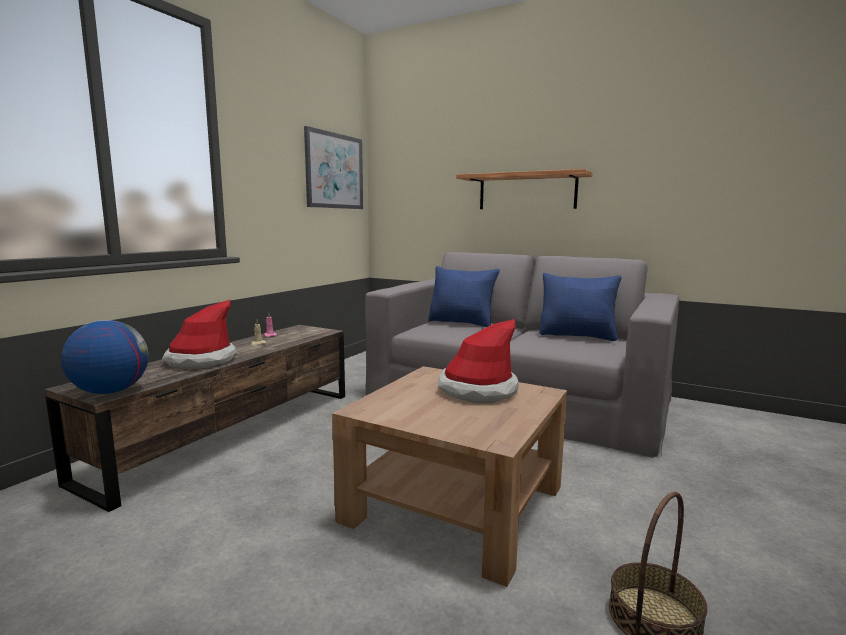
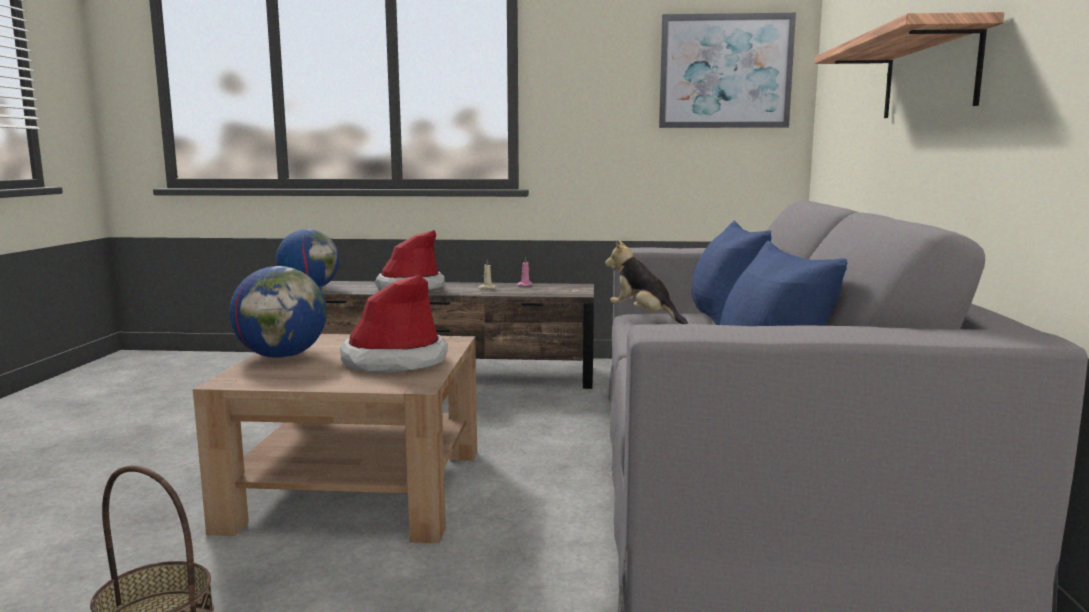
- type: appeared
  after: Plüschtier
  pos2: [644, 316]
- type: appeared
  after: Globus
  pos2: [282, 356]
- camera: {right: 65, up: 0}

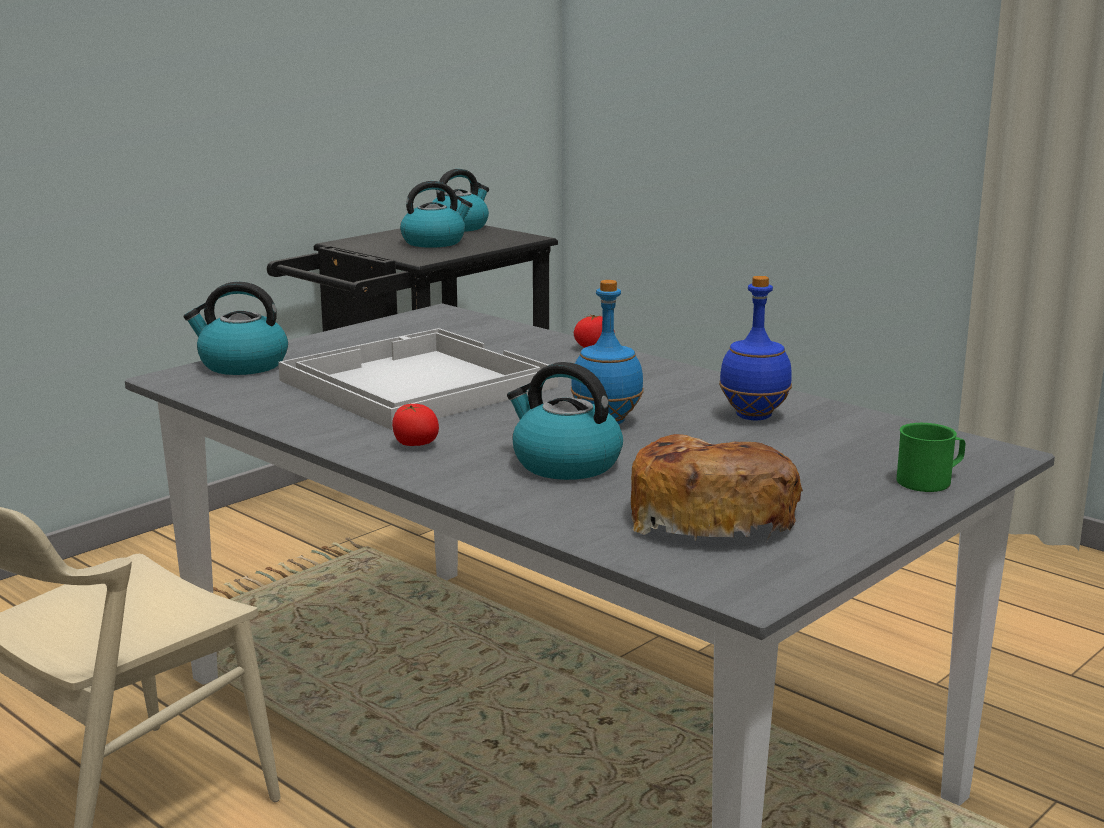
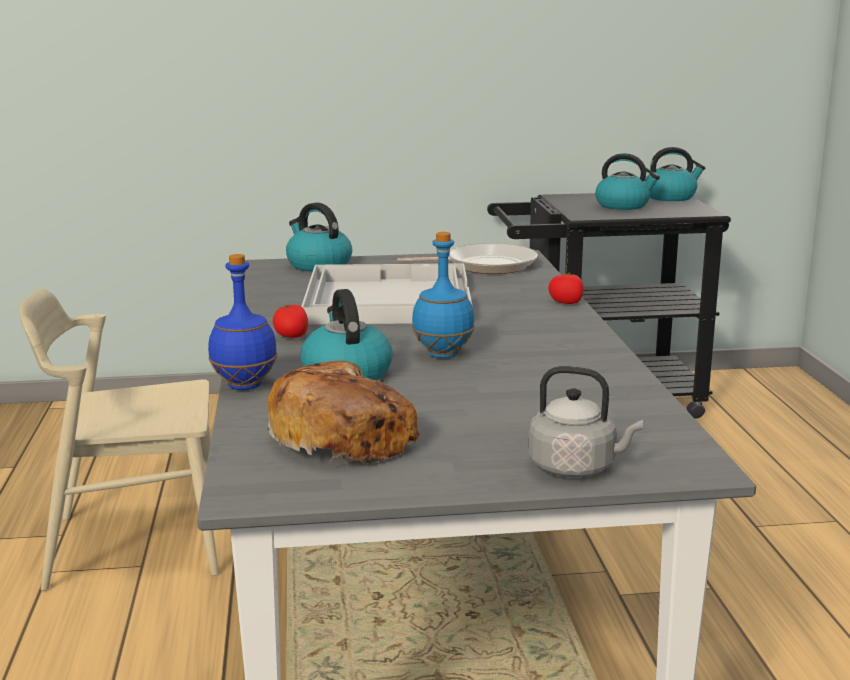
- type: relocated
  before: Flasche/blau
  pos1: [753, 416]
  pos2: [245, 385]
- type: exchanged
  before: Henkelbecher/grün
  after: Wasserkessel/grau
  pos1: [930, 481]
  pos2: [576, 467]
- type: appeared
  after: Pfanne
  pos2: [485, 265]
- camera: {right: 40, up: 0}

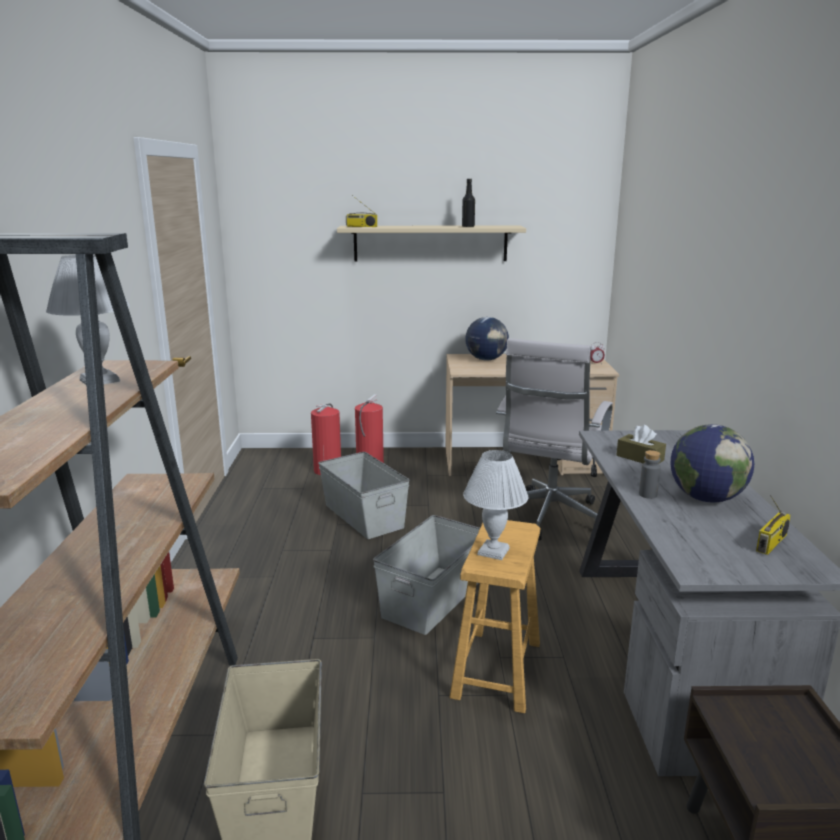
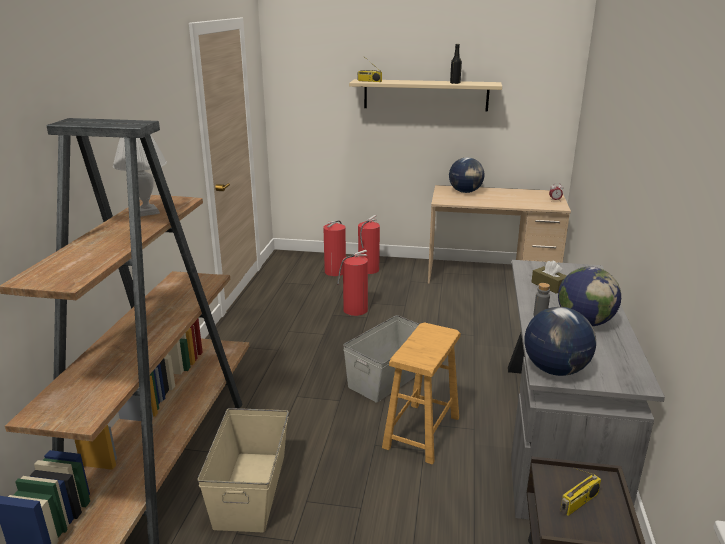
- type: missing
  before: Bürostuhl/weiß
  pos1: [548, 518]
- type: missing
  before: Tischlampe/weiß
  pos1: [494, 551]
- type: exchanged
  before: Aufbewahrungsbox/grau
  after: Feuerlöscher
  pos1: [364, 515]
  pos2: [354, 310]
- type: relocated
  before: Radio
  pos1: [772, 543]
  pos2: [579, 503]
- type: appeared
  after: Globus
  pos2: [555, 370]
- camera: {right: 10, up: 5}

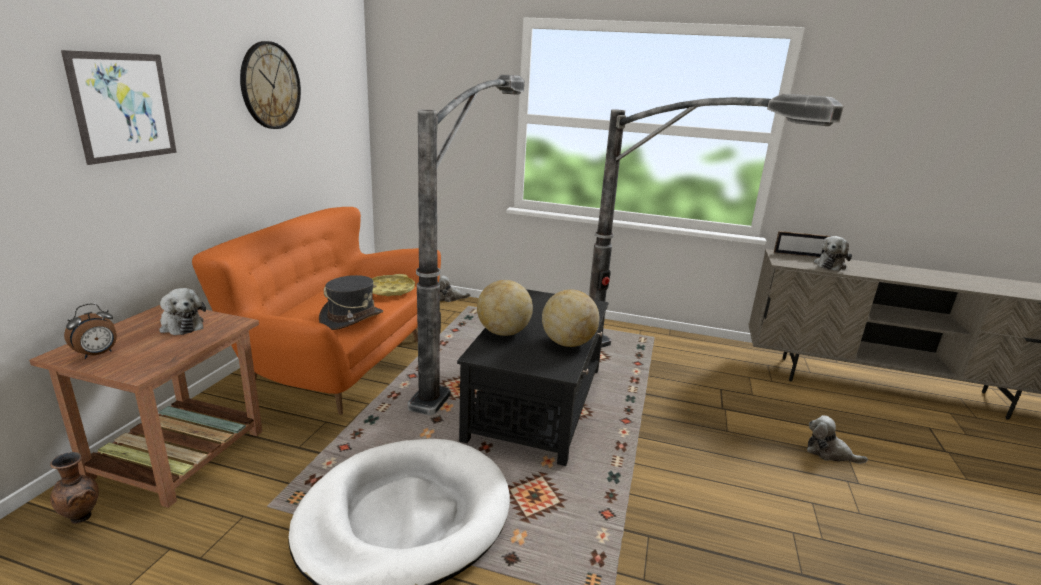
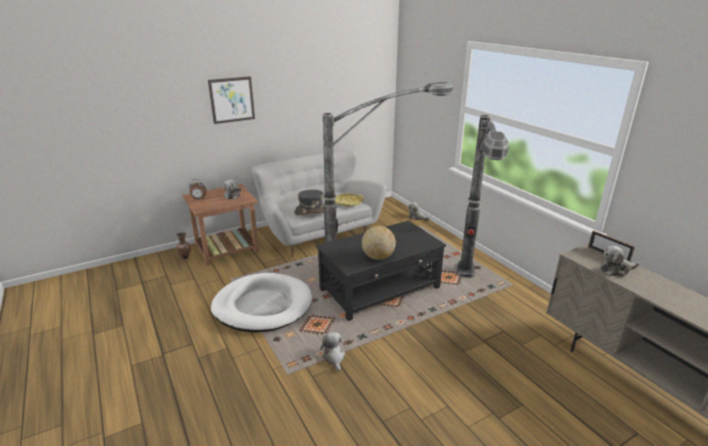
- type: missing
  before: Wanduhr
  pos1: [270, 86]
- type: colour
  before: Sofa/orange
  after: Sofa/weiß
  pos1: [336, 363]
  pos2: [318, 233]
- type: missing
  before: Globus
  pos1: [503, 332]
- type: relocated
  before: Plüschtier
  pos1: [829, 453]
  pos2: [334, 357]
- camera: {right: 45, up: 5}

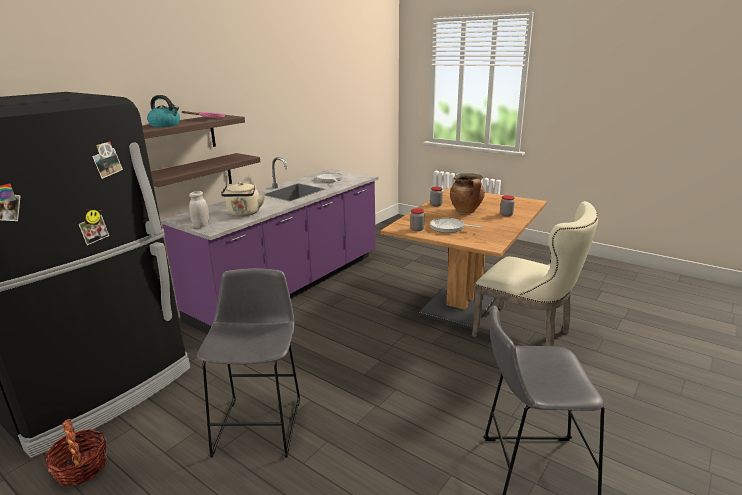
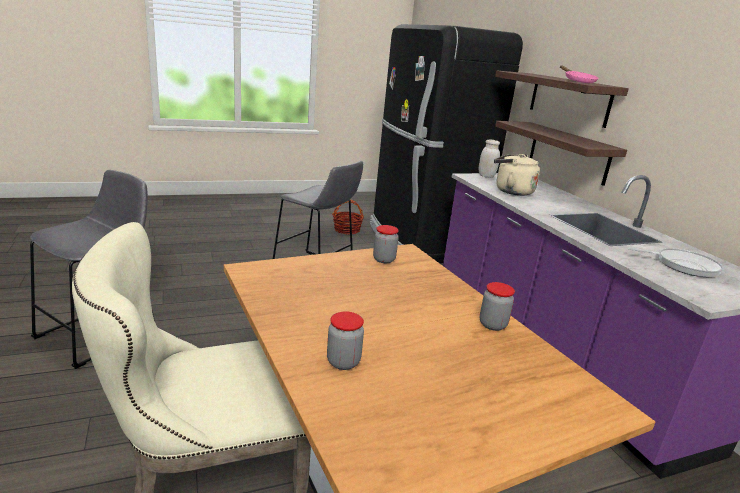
- type: missing
  before: Wasserkessel
  pos1: [165, 125]
- type: missing
  before: Kochtopf
  pos1: [466, 211]
- type: missing
  before: Pfanne
  pos1: [449, 228]
- camera: {right: 120, up: 0}

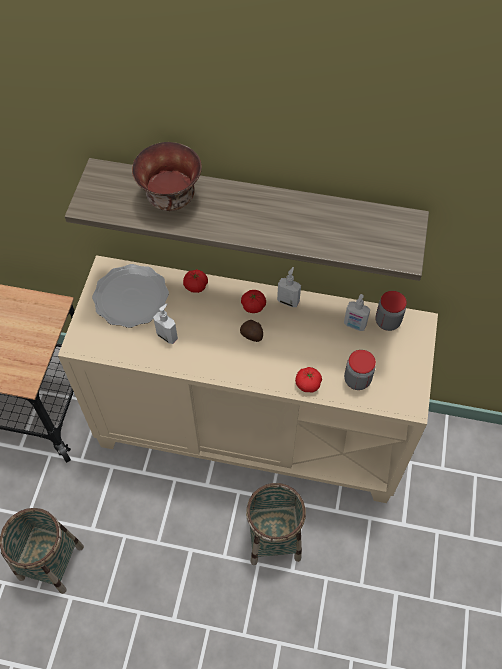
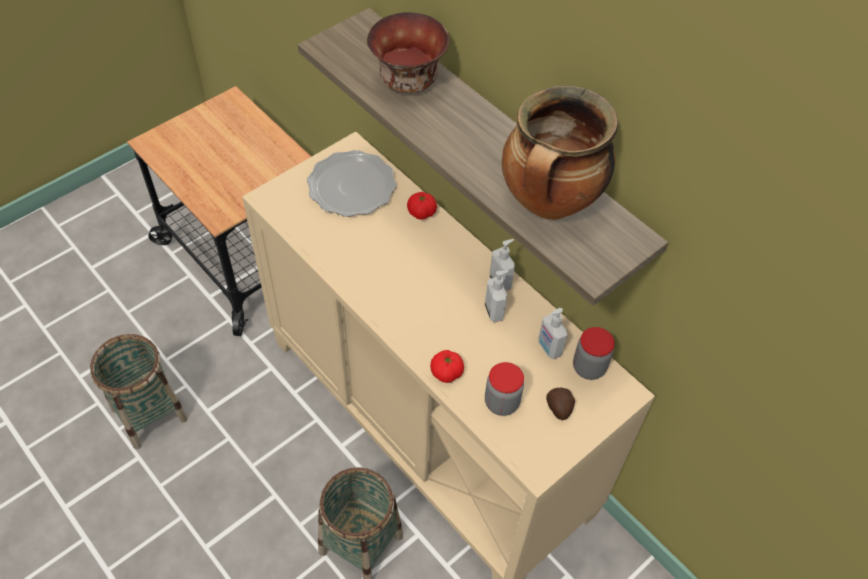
- type: missing
  before: Tomate
  pos1: [253, 306]
- type: relocated
  before: Seifenspender
  pos1: [167, 336]
  pos2: [494, 311]
- type: relocated
  before: Kartoffel
  pos1: [252, 335]
  pos2: [559, 409]
- type: appeared
  after: Kochtopf
  pos2: [549, 203]
- camera: {right: 35, up: -5}

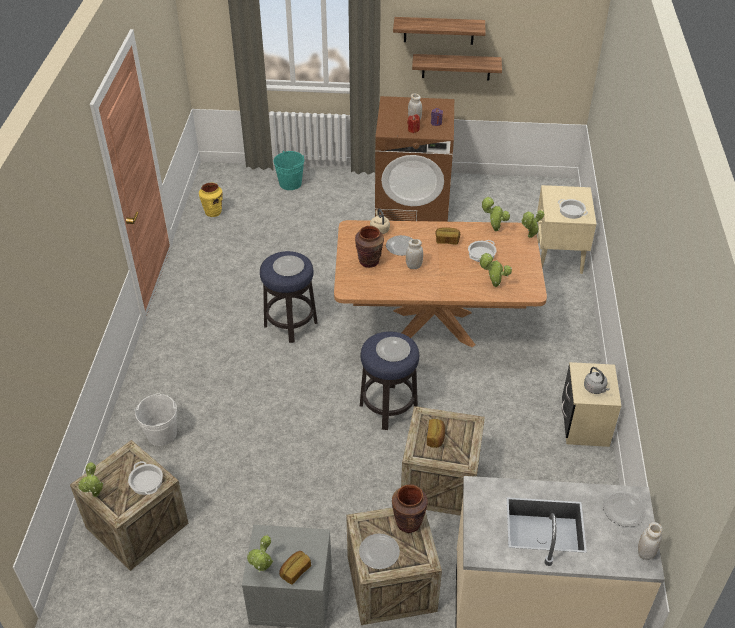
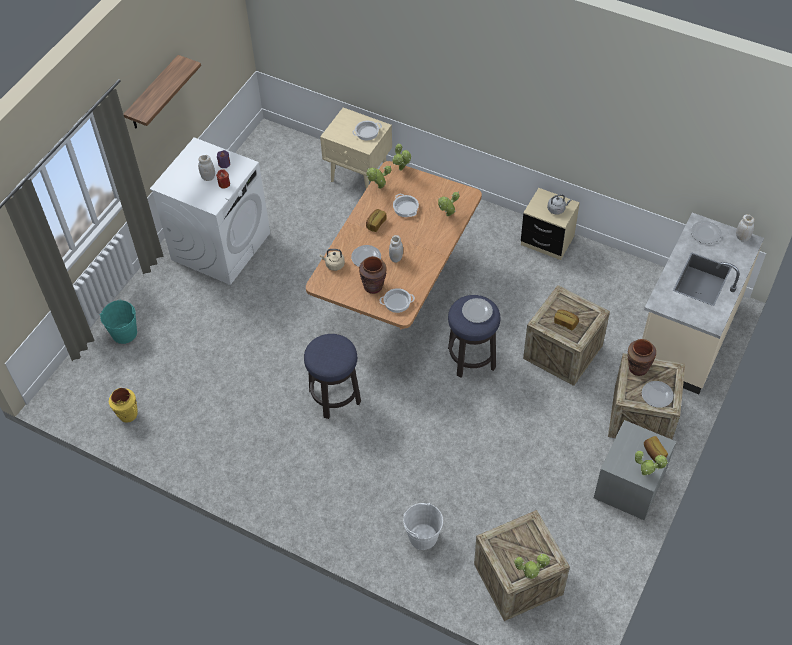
- type: missing
  before: Wandregal
  pos1: [456, 67]
- type: colour
  before: Waschmaschine/braun
  after: Waschmaschine/weiß
  pos1: [413, 202]
  pos2: [221, 246]
- type: missing
  before: Teller
  pos1: [288, 267]
- type: relocated
  before: Kochtopf
  pos1: [147, 482]
  pos2: [397, 302]
- camera: {right: -65, up: 10}

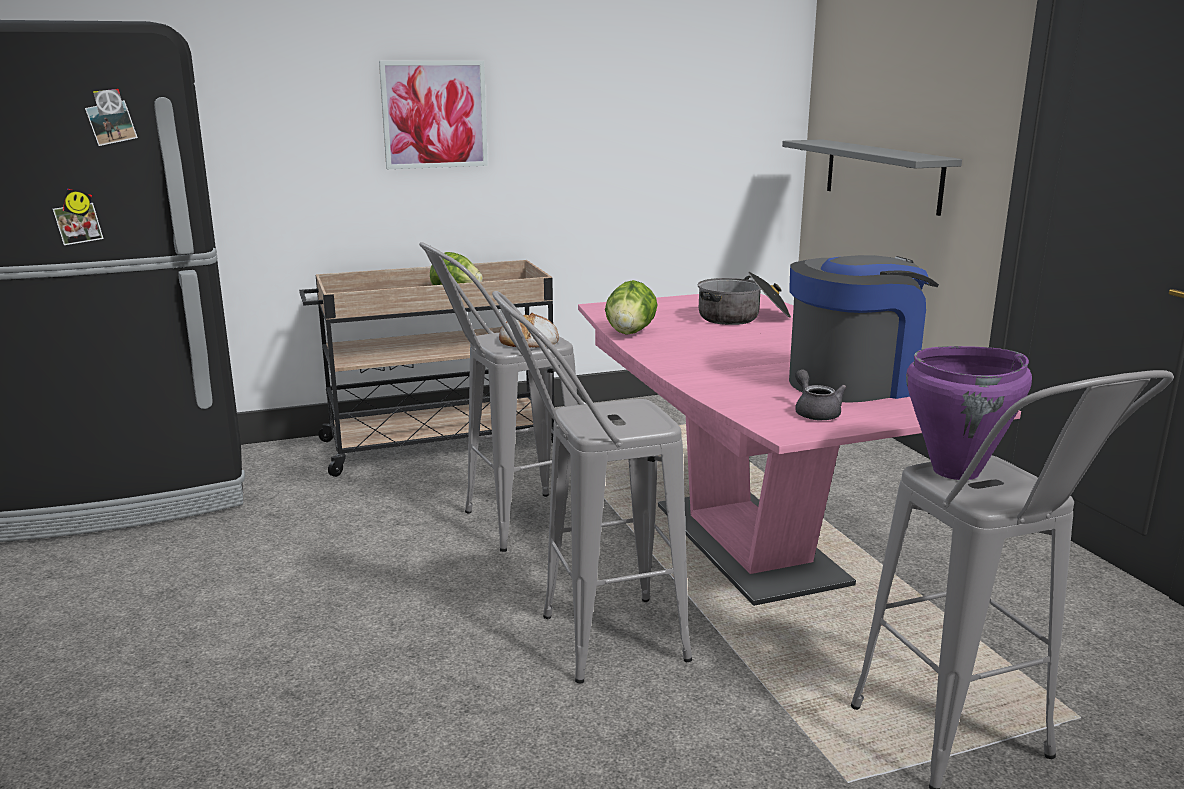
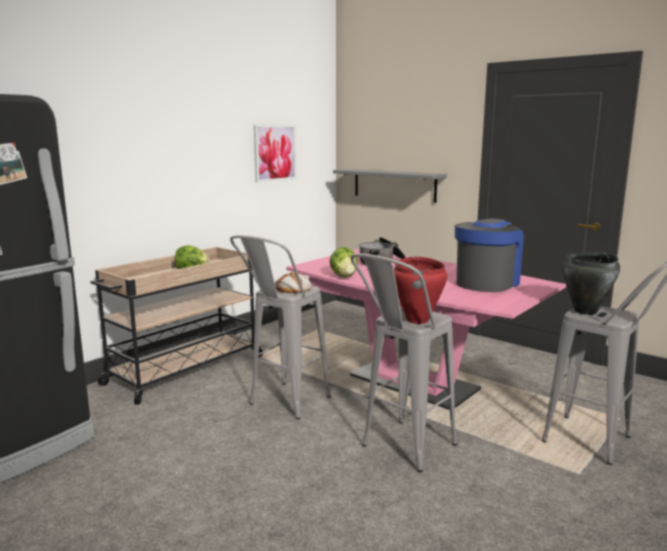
- type: relocated
  before: Bild
  pos1: [434, 114]
  pos2: [275, 153]
- type: colour
  before: Kochtopf/lila
  after: Kochtopf/schwarz
  pos1: [957, 471]
  pos2: [586, 311]
- type: missing
  before: Teekanne/grau
  pos1: [815, 412]
- type: appeared
  after: Kochtopf/rot
  pos2: [418, 320]
- camera: {right: -30, up: -5}

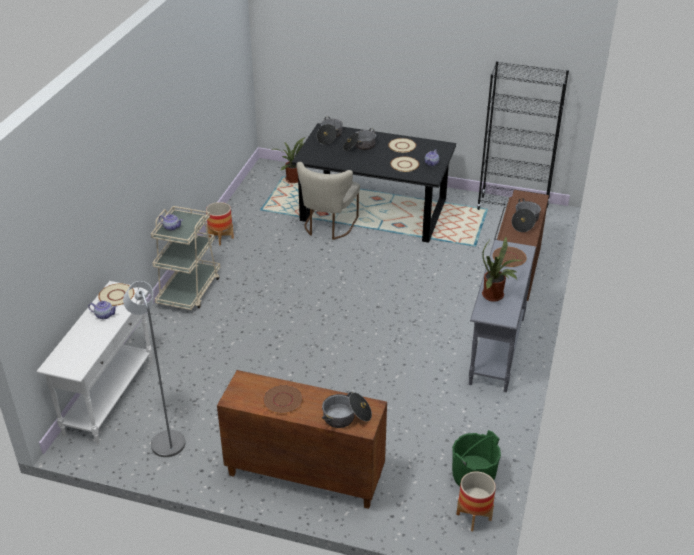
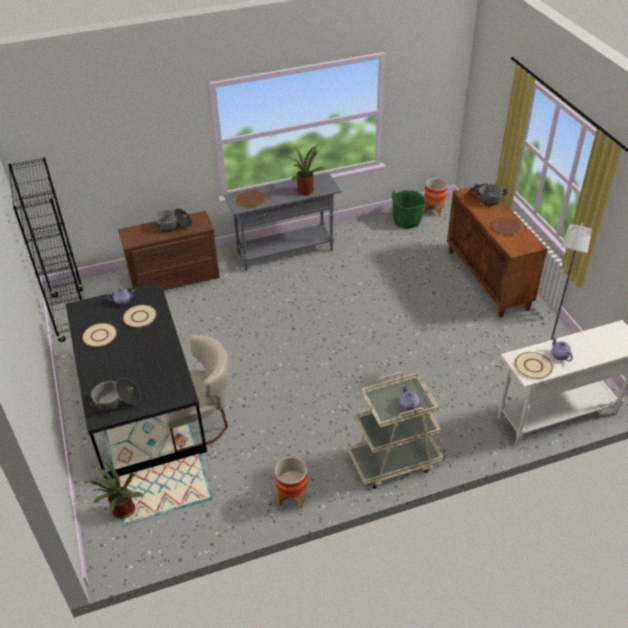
- type: missing
  before: Kochtopf
  pos1: [359, 147]
- camera: {right: -125, up: 5}

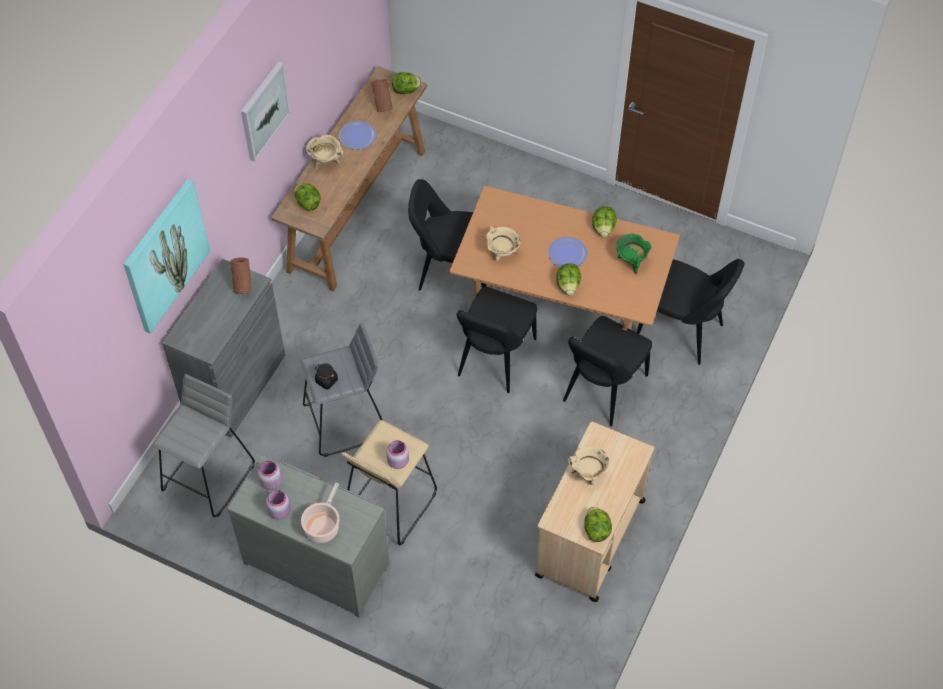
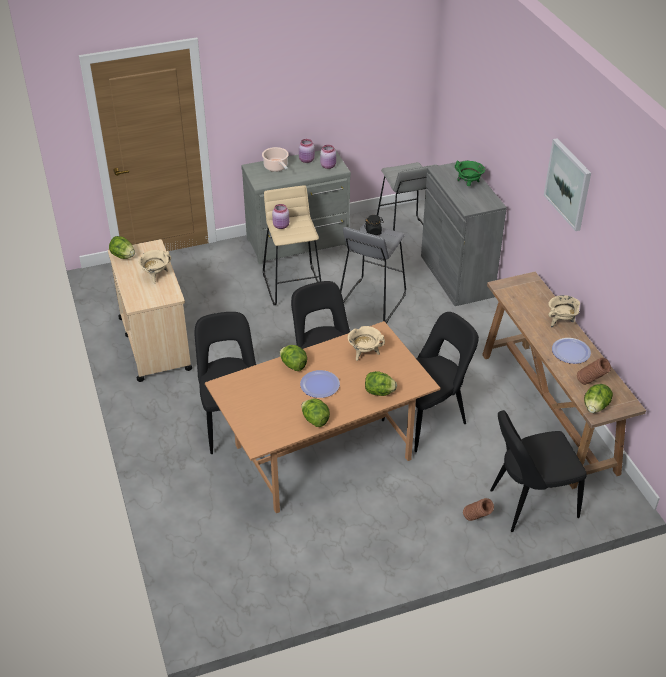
- type: missing
  before: Bild
  pos1: [164, 255]
- type: relocated
  before: Salatkopf
  pos1: [307, 203]
  pos2: [379, 392]
- type: relocated
  before: Kochtopf/grün
  pos1: [631, 262]
  pos2: [468, 184]
- type: relocated
  before: Vase/braun
  pos1: [243, 286]
  pos2: [476, 520]
- type: relocated
  before: Stuhl/schwarz
  pos1: [683, 332]
  pos2: [529, 504]
- camera: {right: 135, up: -15}

